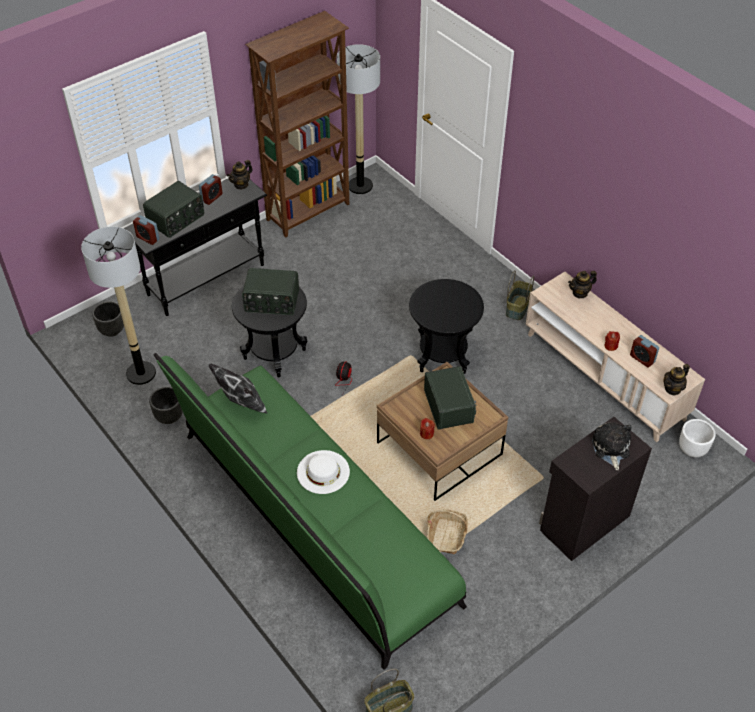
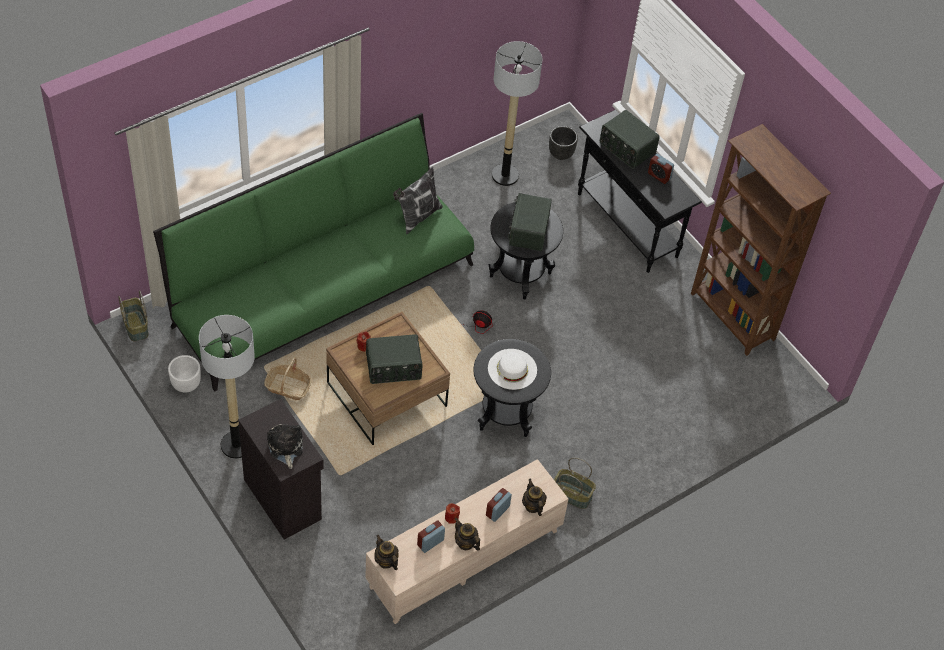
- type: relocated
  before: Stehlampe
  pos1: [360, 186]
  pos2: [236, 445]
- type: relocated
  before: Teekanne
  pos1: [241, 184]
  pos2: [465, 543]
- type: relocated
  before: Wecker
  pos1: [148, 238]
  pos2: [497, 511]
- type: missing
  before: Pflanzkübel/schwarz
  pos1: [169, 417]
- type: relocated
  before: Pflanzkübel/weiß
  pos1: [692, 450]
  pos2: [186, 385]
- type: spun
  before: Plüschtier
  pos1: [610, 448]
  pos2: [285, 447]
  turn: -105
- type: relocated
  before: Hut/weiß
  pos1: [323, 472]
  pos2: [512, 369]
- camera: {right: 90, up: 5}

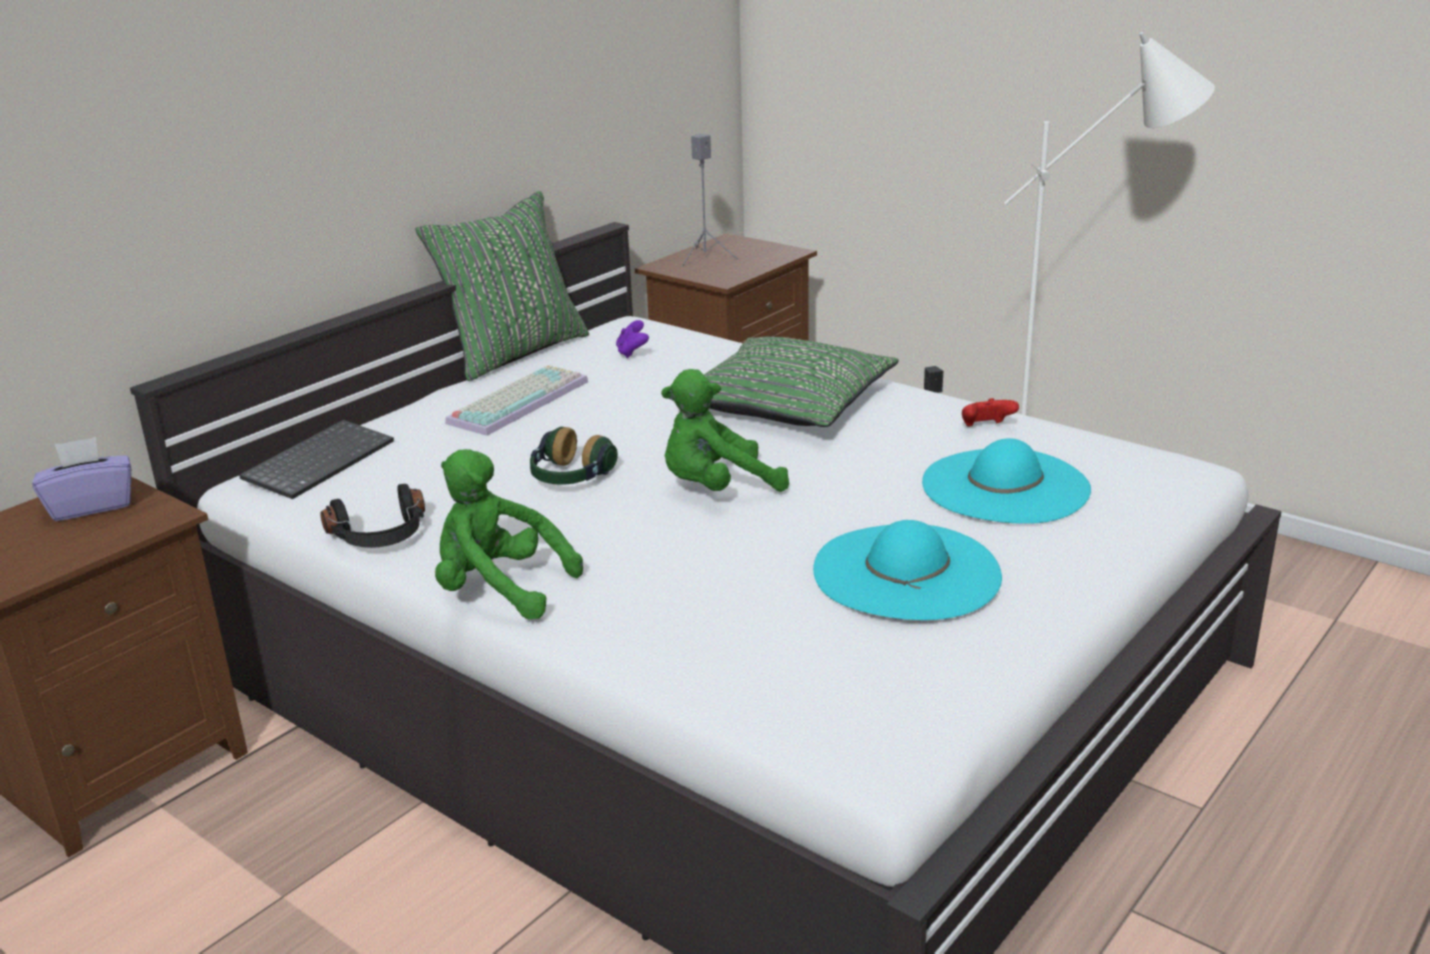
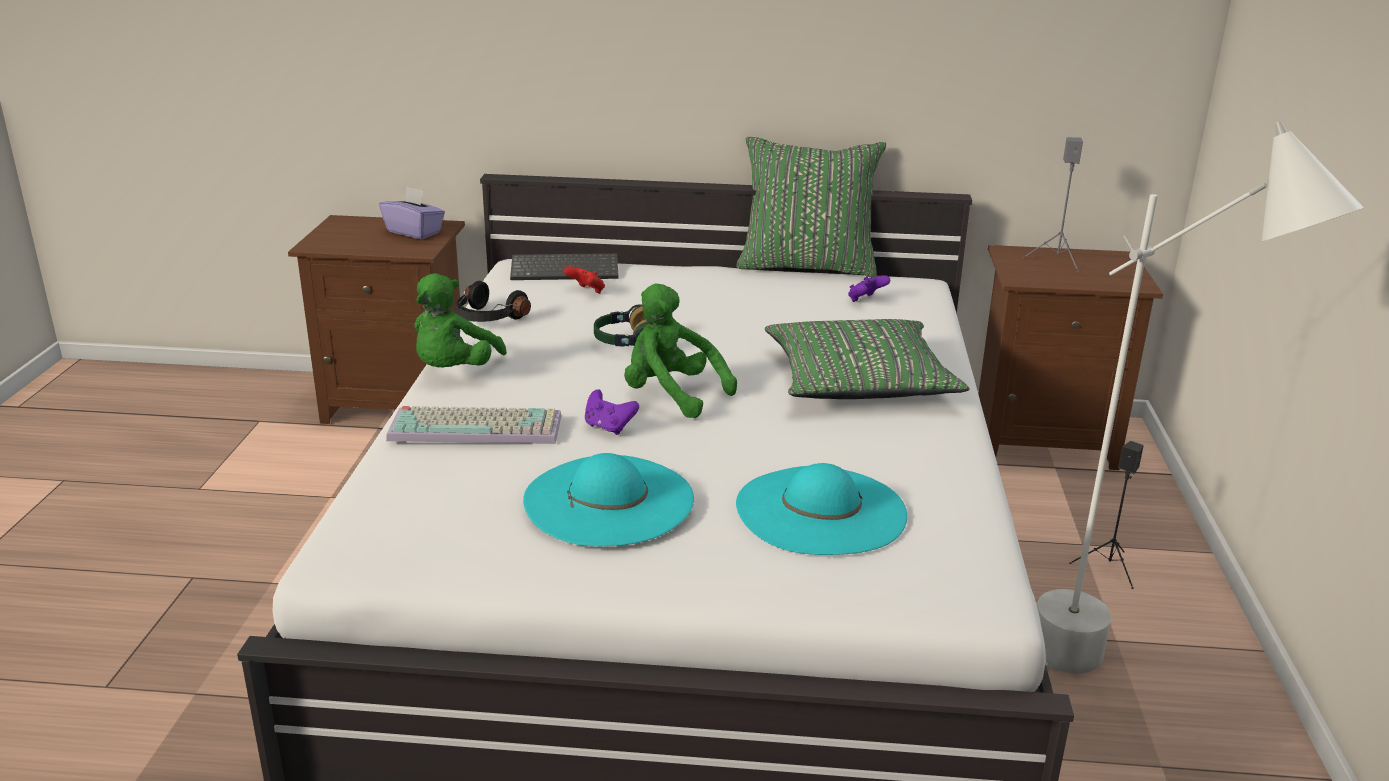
- type: relocated
  before: Tastatur
  pos1: [518, 401]
  pos2: [478, 427]
- type: relocated
  before: Gamepad/rot
  pos1: [986, 428]
  pos2: [586, 292]
- type: spun
  before: Plüschtier/grün
  pos1: [499, 590]
  pos2: [454, 371]
  turn: -150
- type: appeared
  after: Gamepad/lila
  pos2: [609, 427]
- camera: {right: 55, up: 0}

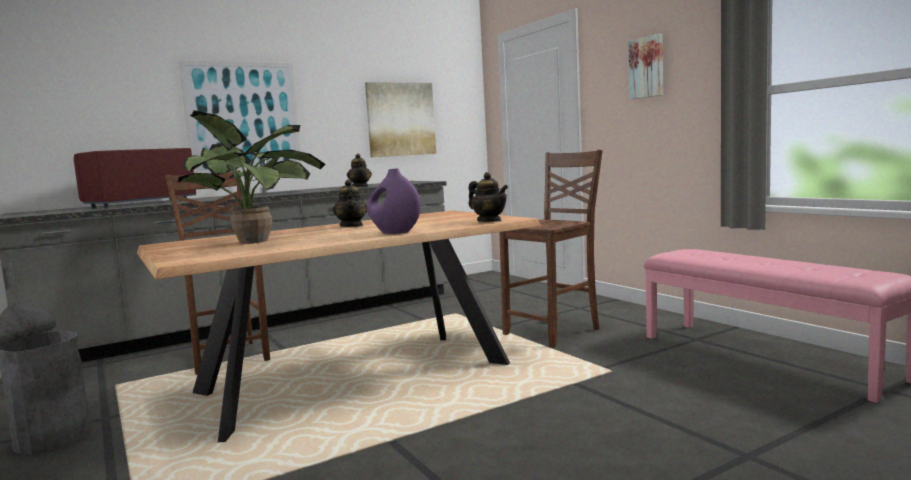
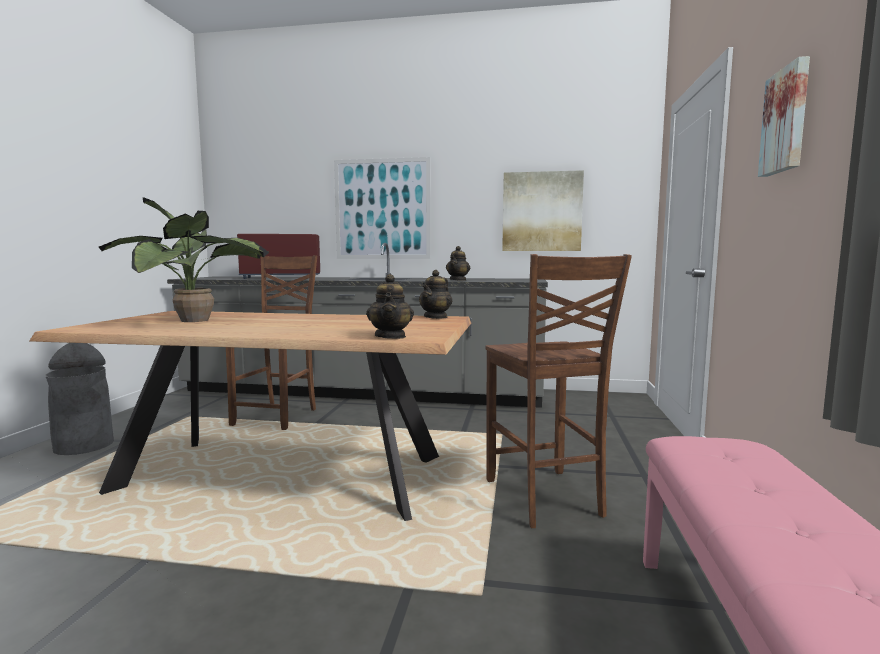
- type: spun
  before: Stuhl/braun
  pos1: [555, 332]
  pos2: [544, 499]
  turn: 75
- type: missing
  before: Vase/lila
  pos1: [394, 232]
- type: relocated
  before: Teekanne
  pos1: [352, 226]
  pos2: [436, 317]
- camera: {right: 40, up: 0}

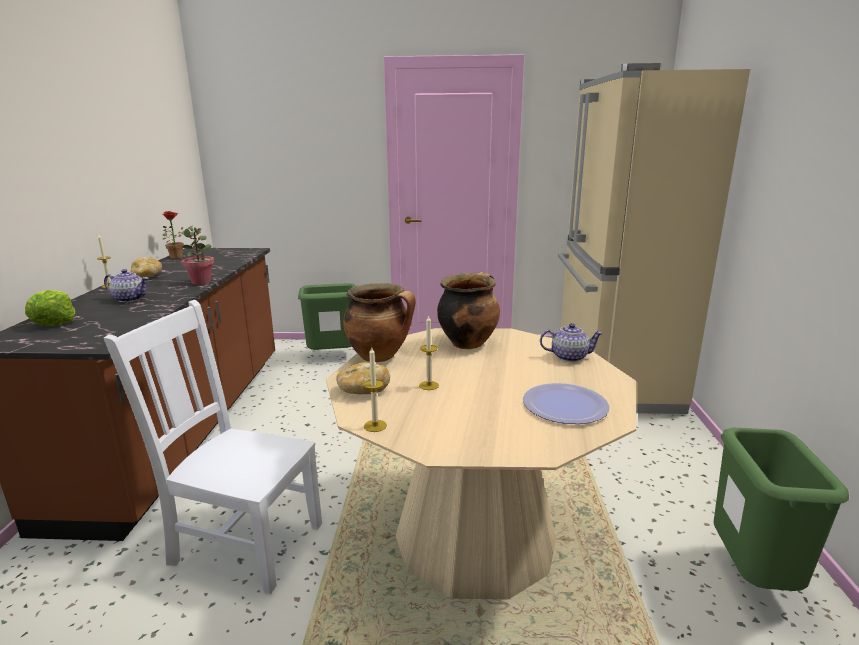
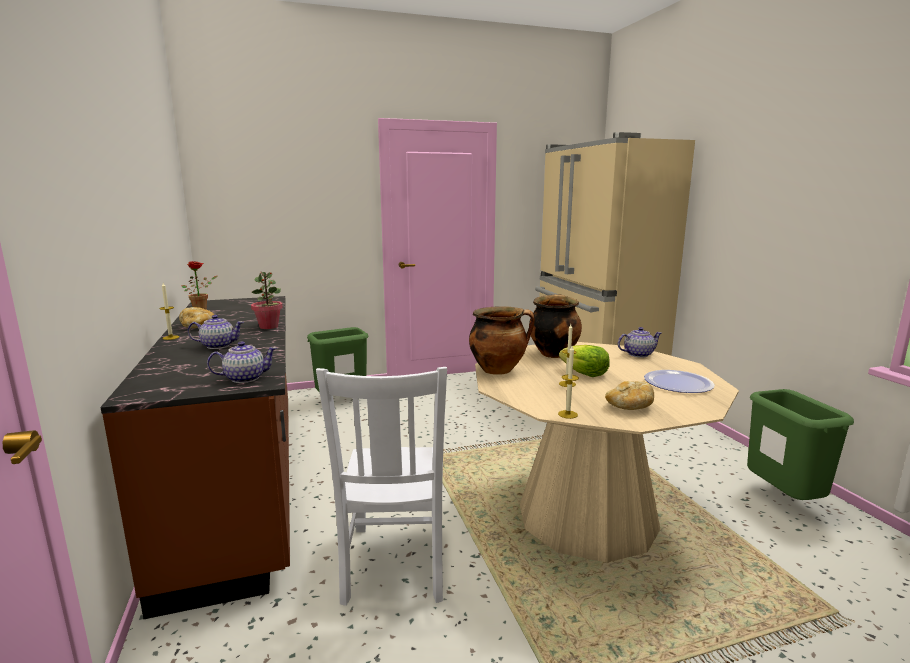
- type: relocated
  before: Salatkopf
  pos1: [54, 322]
  pos2: [584, 374]
- type: spun
  before: Stuhl/weiß
  pos1: [243, 542]
  pos2: [394, 565]
  turn: -90
- type: relocated
  before: Brot
  pos1: [363, 391]
  pos2: [629, 407]
- type: appeared
  after: Teekanne
  pos2: [244, 378]
- camera: {right: -20, up: -5}

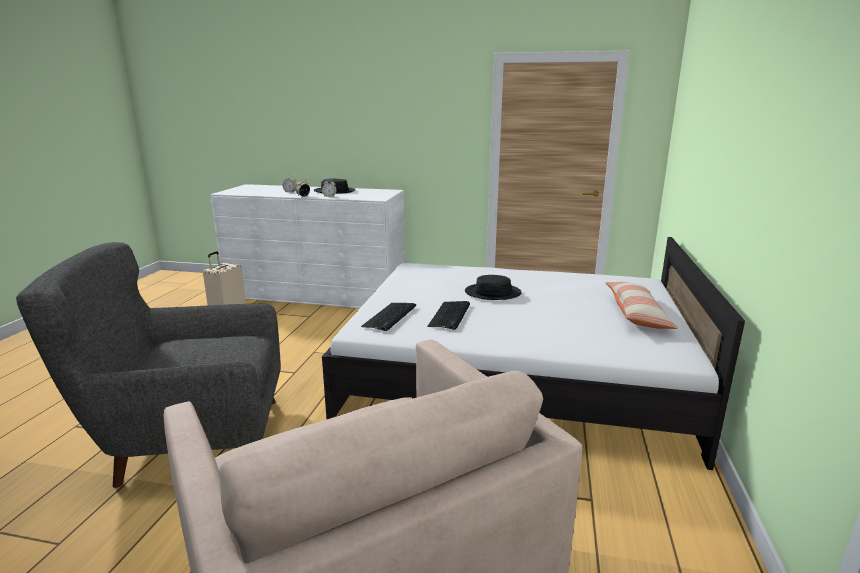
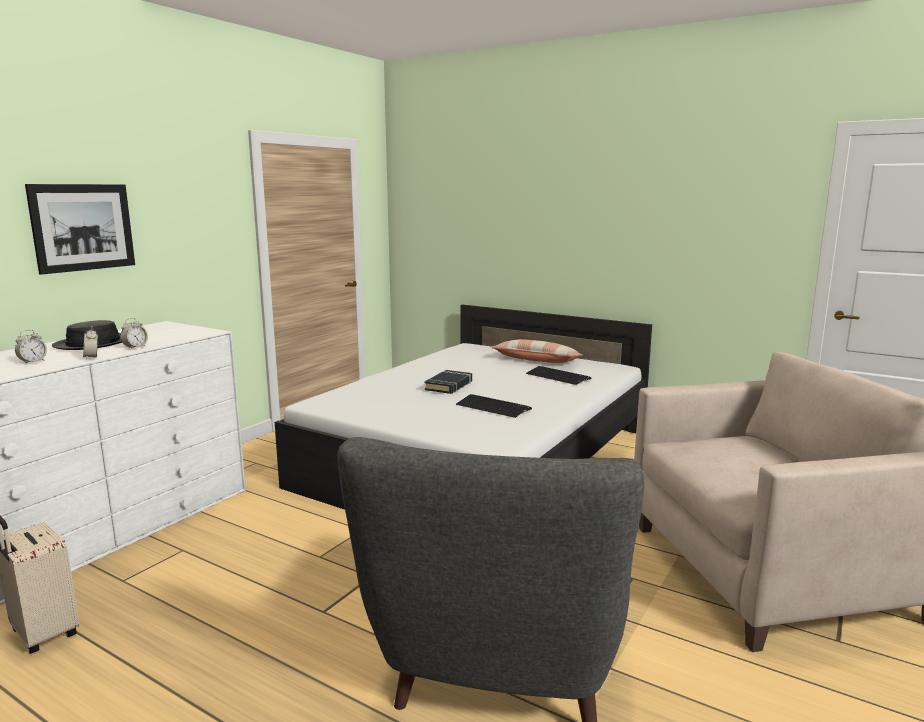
- type: exchanged
  before: Hut/schwarz
  after: Buch/schwarz
  pos1: [492, 293]
  pos2: [449, 386]
- type: relocated
  before: Tastatur
  pos1: [390, 317]
  pos2: [557, 376]
- type: appeared
  after: Bild
  pos2: [83, 227]
- camera: {right: -70, up: -5}

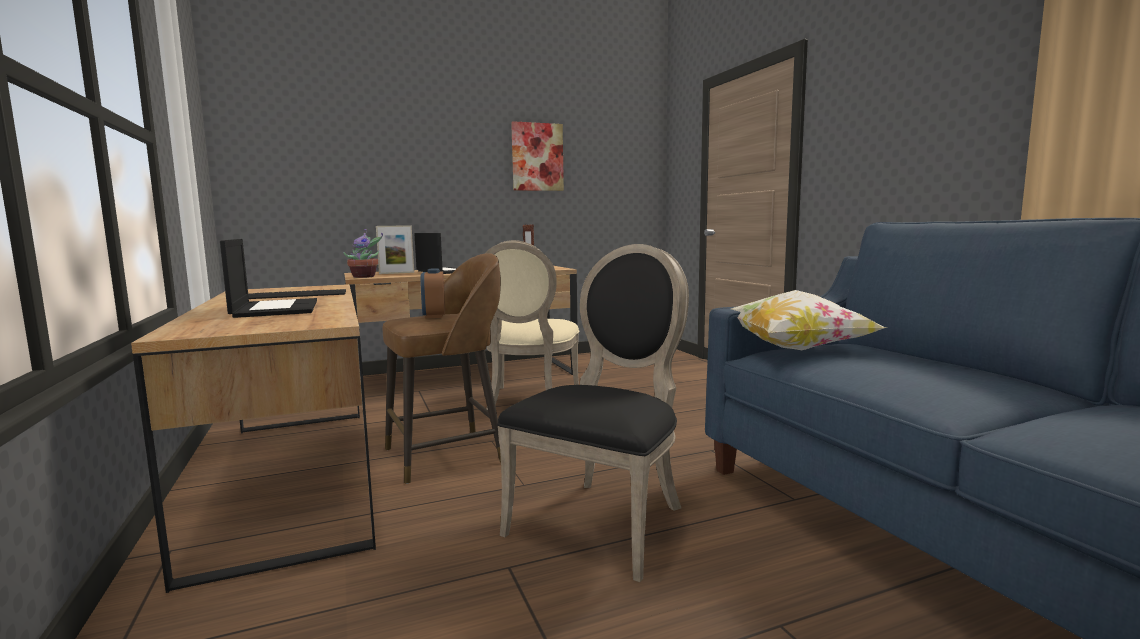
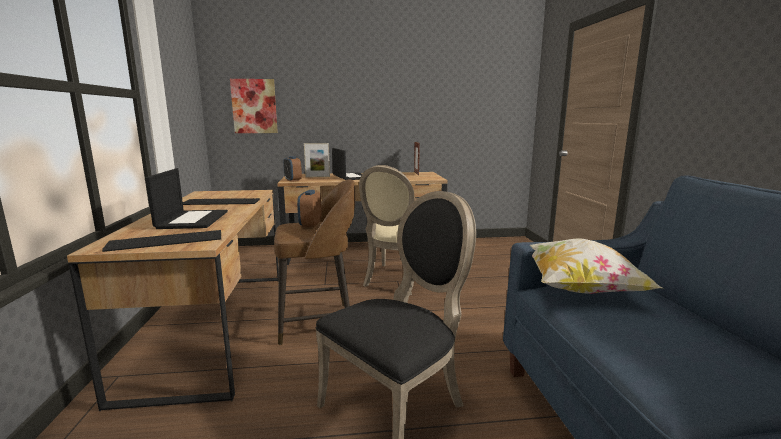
- type: relocated
  before: Bild
  pos1: [537, 157]
  pos2: [254, 106]
- type: exchanged
  before: Topfpflanze
  after: Wecker
  pos1: [365, 277]
  pos2: [293, 180]
- type: appeared
  after: Tastatur
  pos2: [165, 240]
- camera: {right: 15, up: 5}

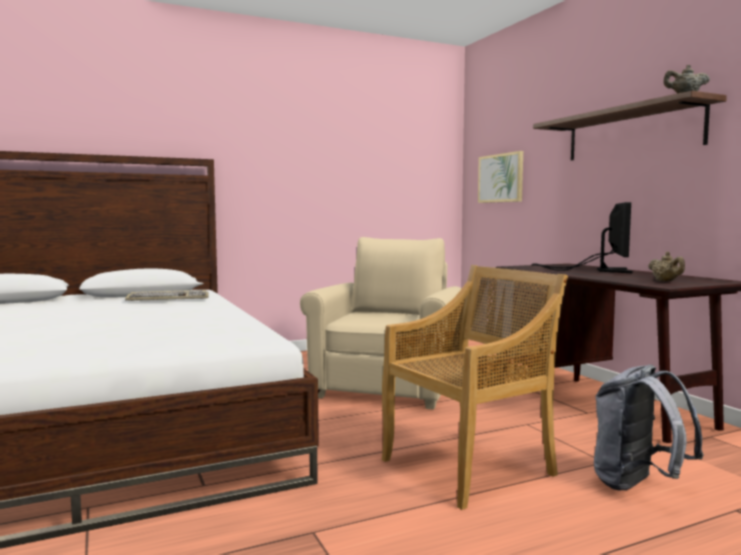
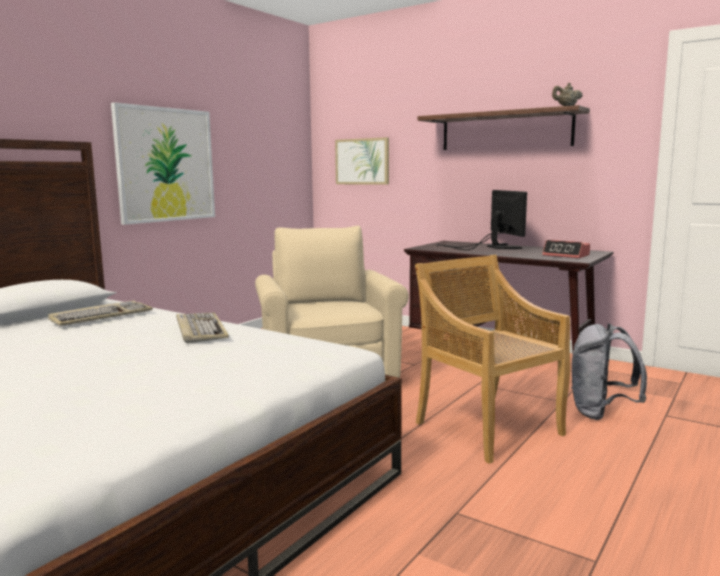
- type: exchanged
  before: Teekanne/beige
  after: Wecker
  pos1: [666, 281]
  pos2: [566, 255]
- type: spun
  before: Stuhl/beige
  pos1: [469, 466]
  pos2: [487, 428]
  turn: -60
- type: appeared
  after: Bild
  pos2: [165, 165]
- type: appeared
  after: Tastatur
  pos2: [200, 330]
- camera: {right: -30, up: 5}

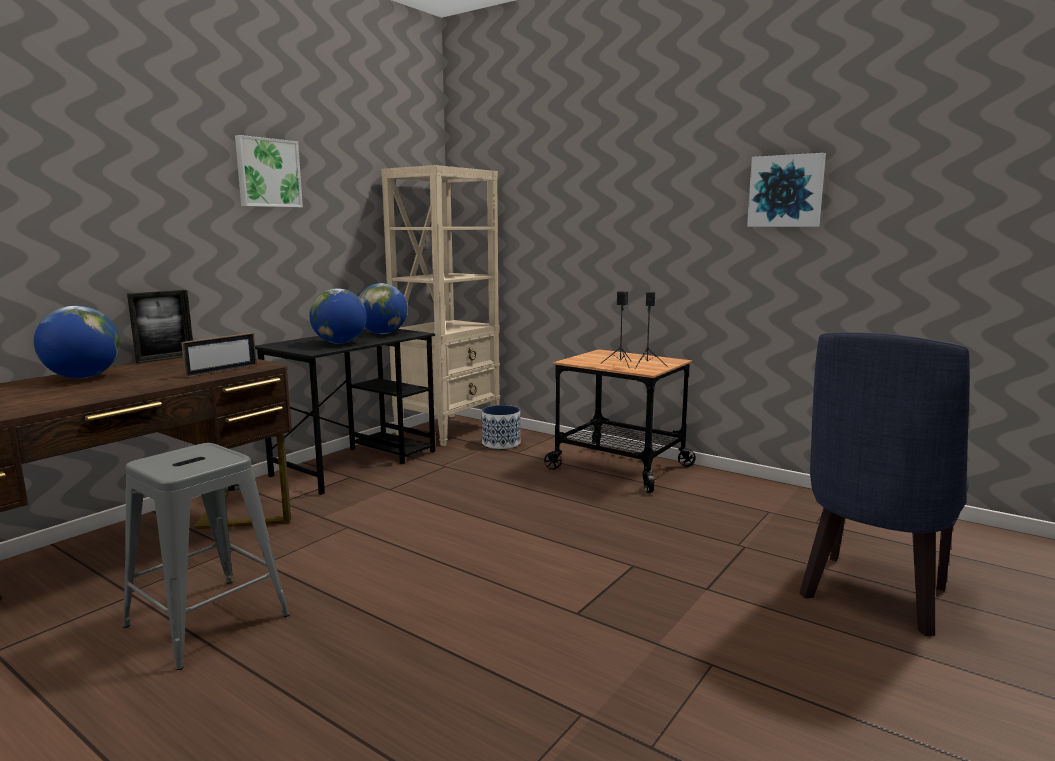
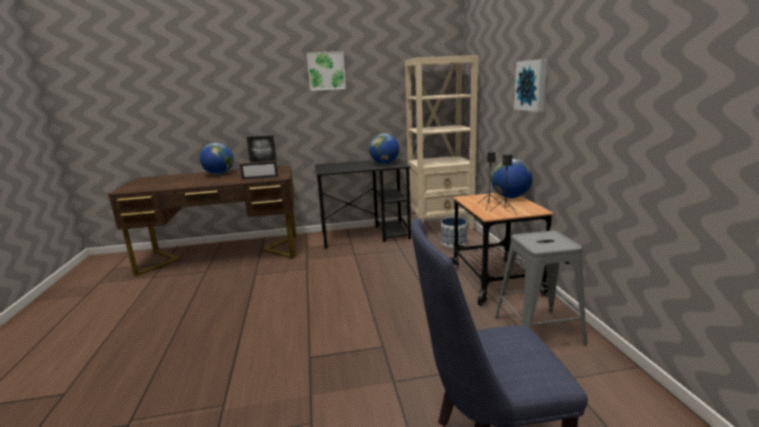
- type: relocated
  before: Bild
  pos1: [786, 191]
  pos2: [532, 85]
- type: relocated
  before: Globus
  pos1: [340, 343]
  pos2: [510, 197]
- type: relocated
  before: Hocker/grau
  pos1: [207, 620]
  pos2: [538, 330]
- camera: {right: 45, up: 5}

